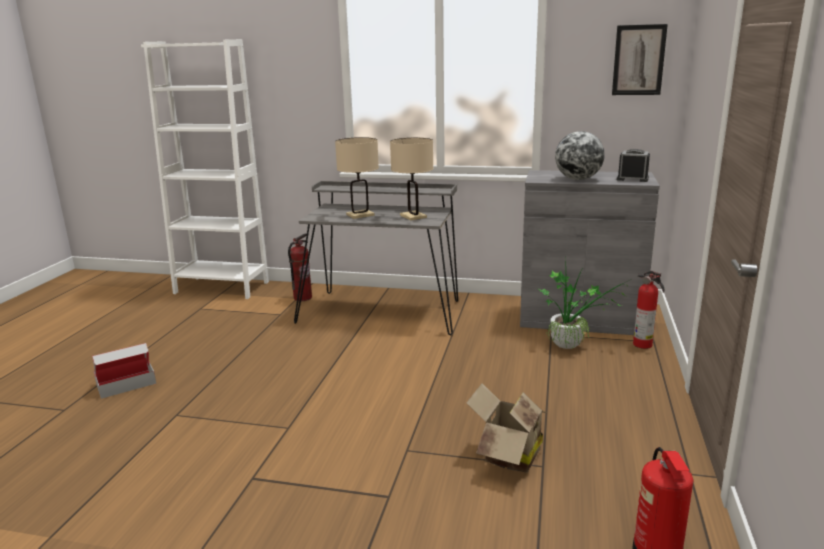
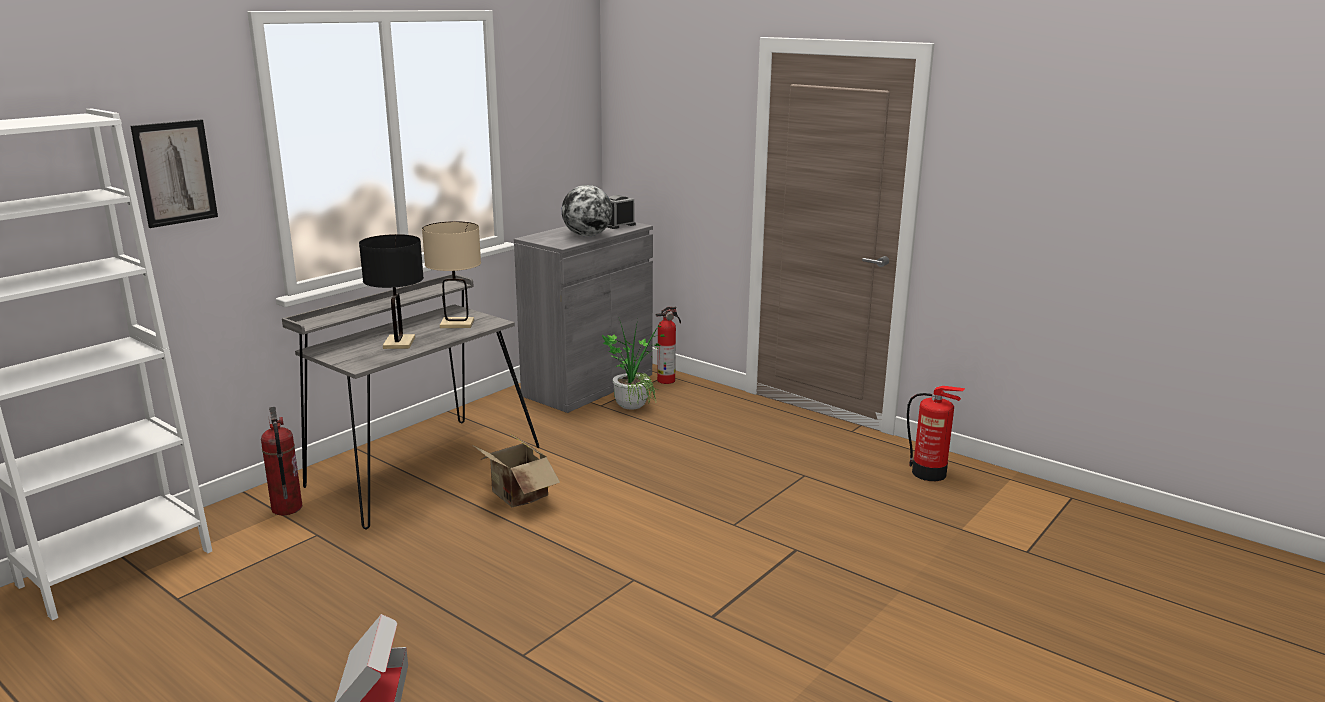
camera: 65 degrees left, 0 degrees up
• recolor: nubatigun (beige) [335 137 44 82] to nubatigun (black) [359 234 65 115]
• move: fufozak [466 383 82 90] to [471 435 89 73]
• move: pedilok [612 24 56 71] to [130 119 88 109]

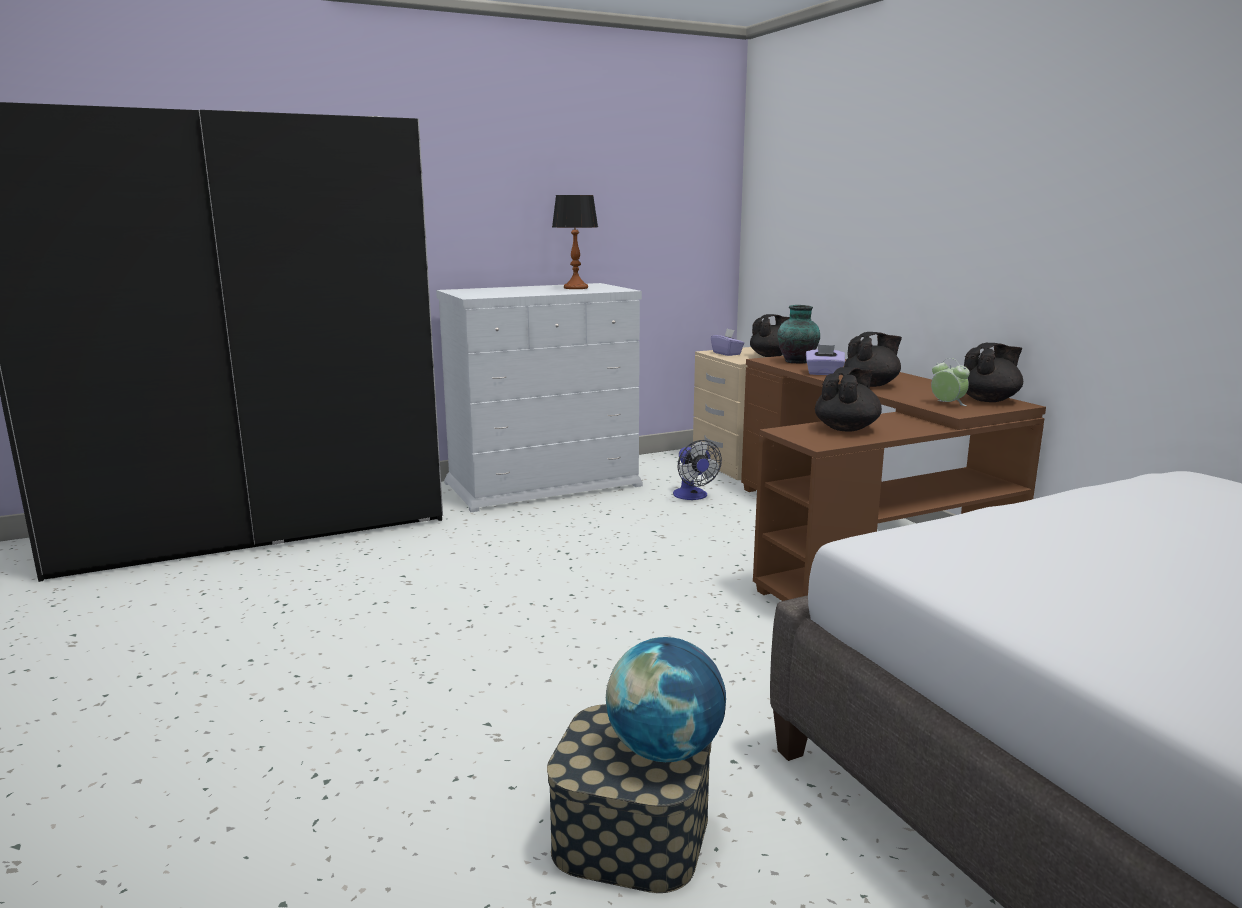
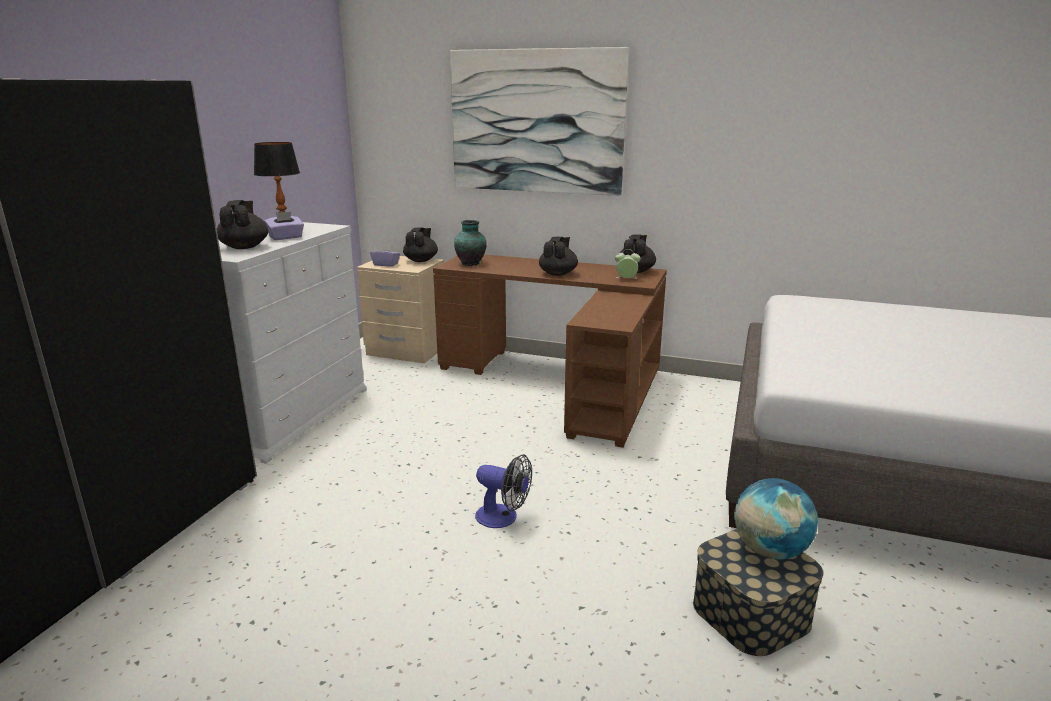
camera: 45 degrees left, 5 degrees up
• move: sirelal [673 440 49 60] to [475 454 57 74]
• move: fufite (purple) [806 344 39 31] to [264 212 40 28]
• move: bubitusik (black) [815 367 67 64] to [217 200 51 49]
• insert: pedilok [450 47 179 149]

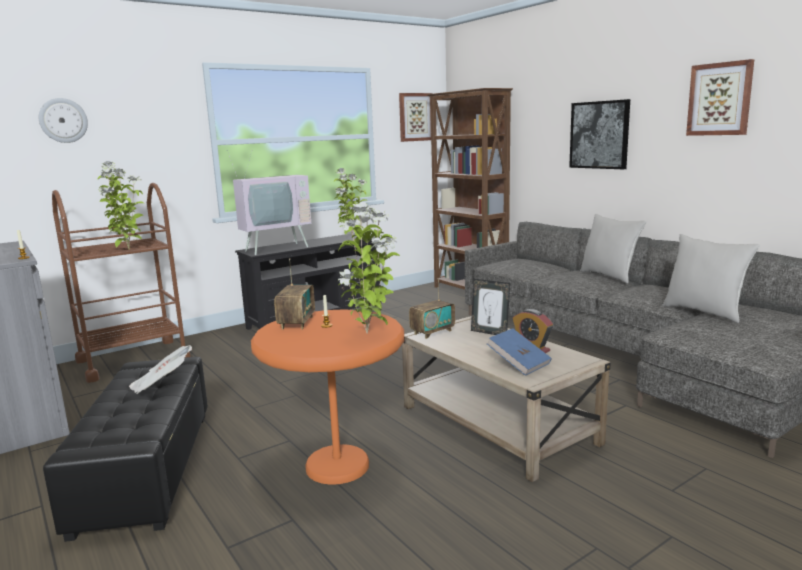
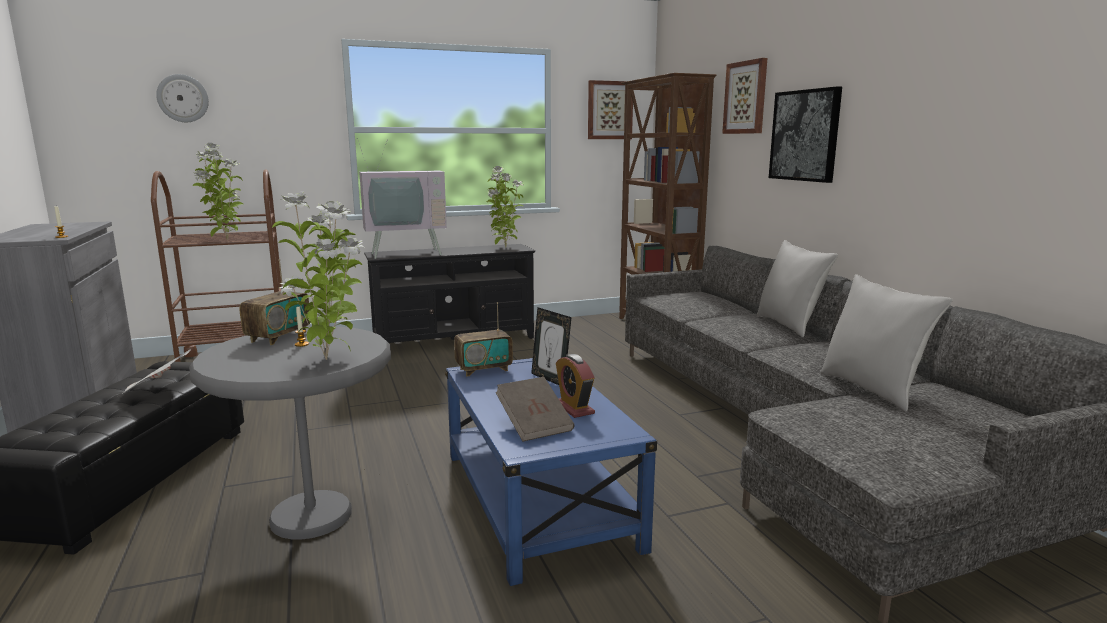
camera: 15 degrees right, 0 degrees up
• recolor: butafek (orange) [251 309 153 176] to butafek (grey) [189 326 202 213]
• recolor: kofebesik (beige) [402 316 209 166] to kofebesik (blue) [445 358 212 228]
• recolor: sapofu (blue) [487 328 65 48] to sapofu (brown) [496 377 78 65]
• move: pedilok [686 59 68 77] to [722 58 45 76]

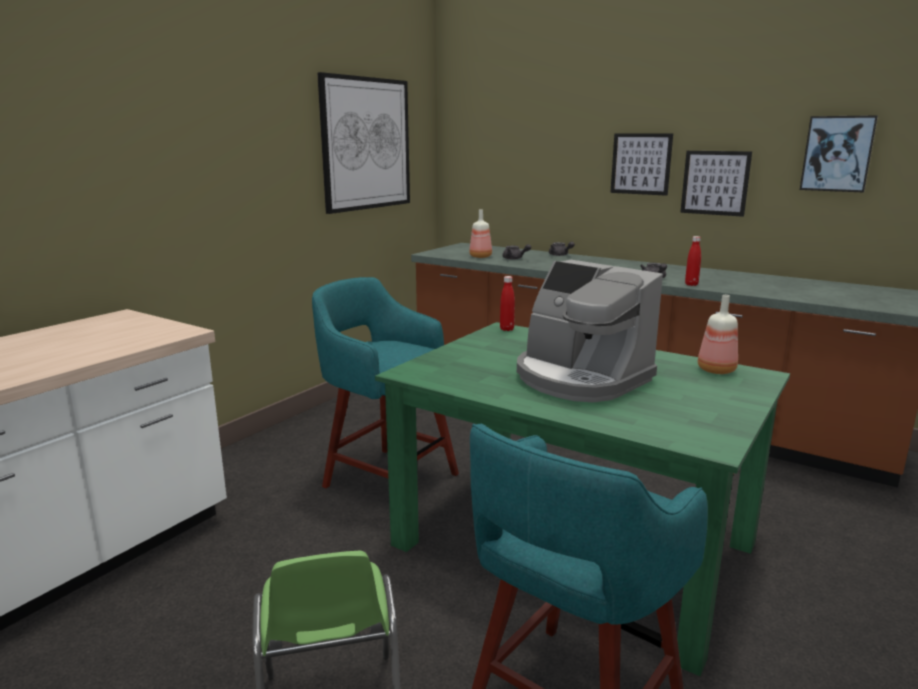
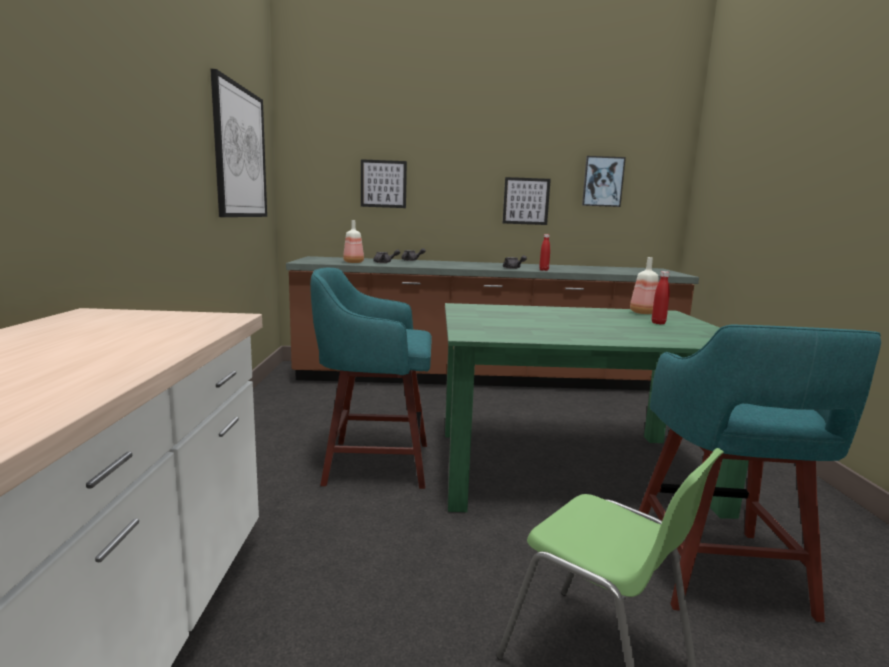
camera: 35 degrees left, 5 degrees down
• move: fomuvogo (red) [500 276 15 55] to [652 271 18 53]
• delete: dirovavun [517 260 146 143]
• move: pedilok [610 133 63 63] to [361 159 46 49]

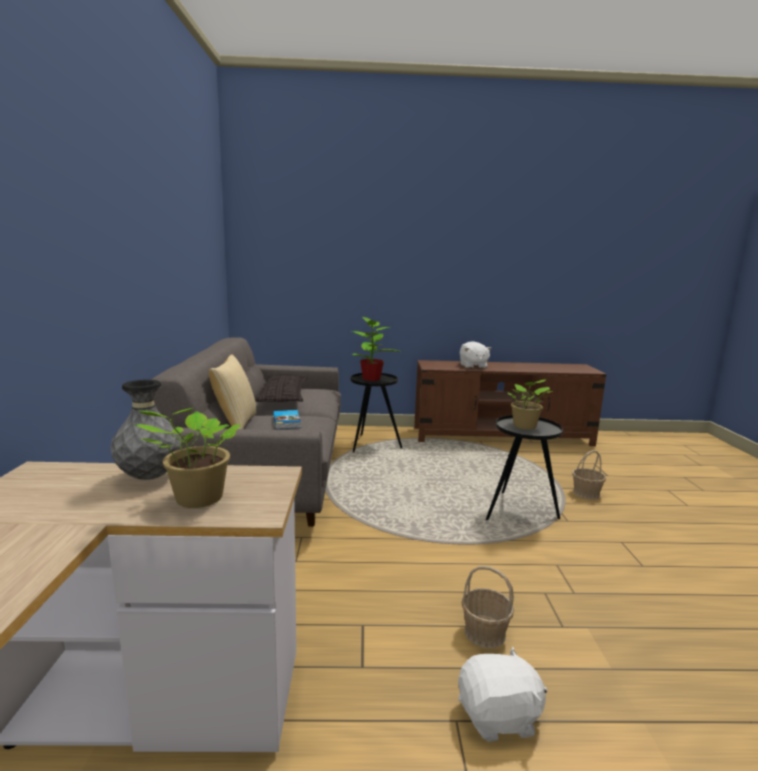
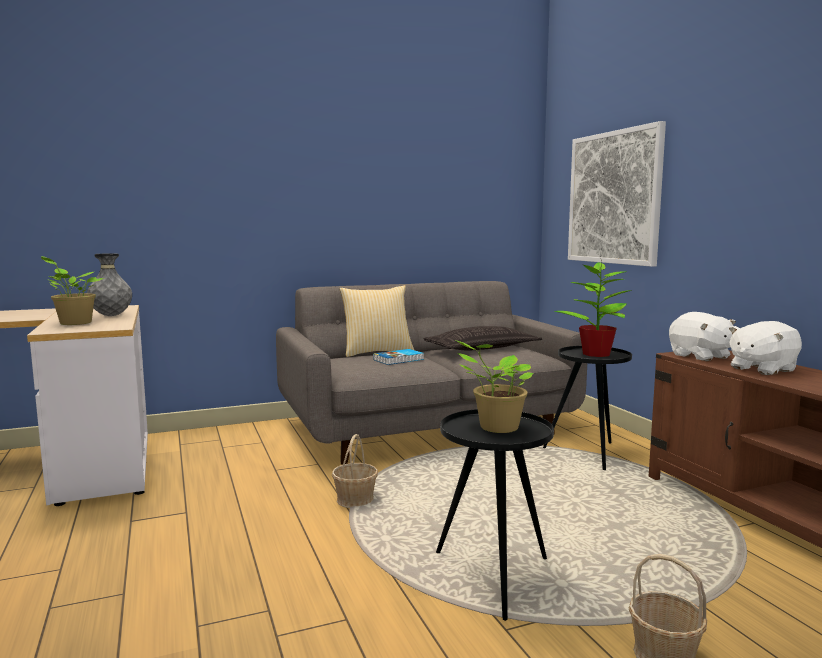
camera: 70 degrees right, 5 degrees down
• move: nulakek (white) [458 647 89 95] to [669 312 67 49]
• move: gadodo [461 566 53 82] to [332 434 46 74]
• insert: pedilok [568 121 98 146]

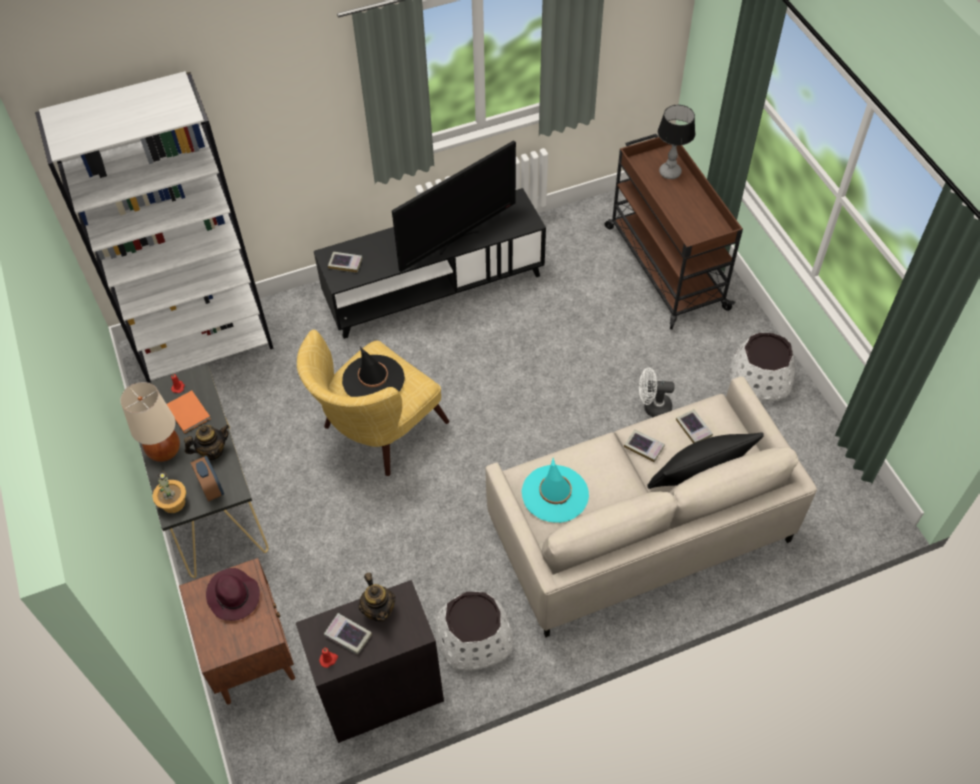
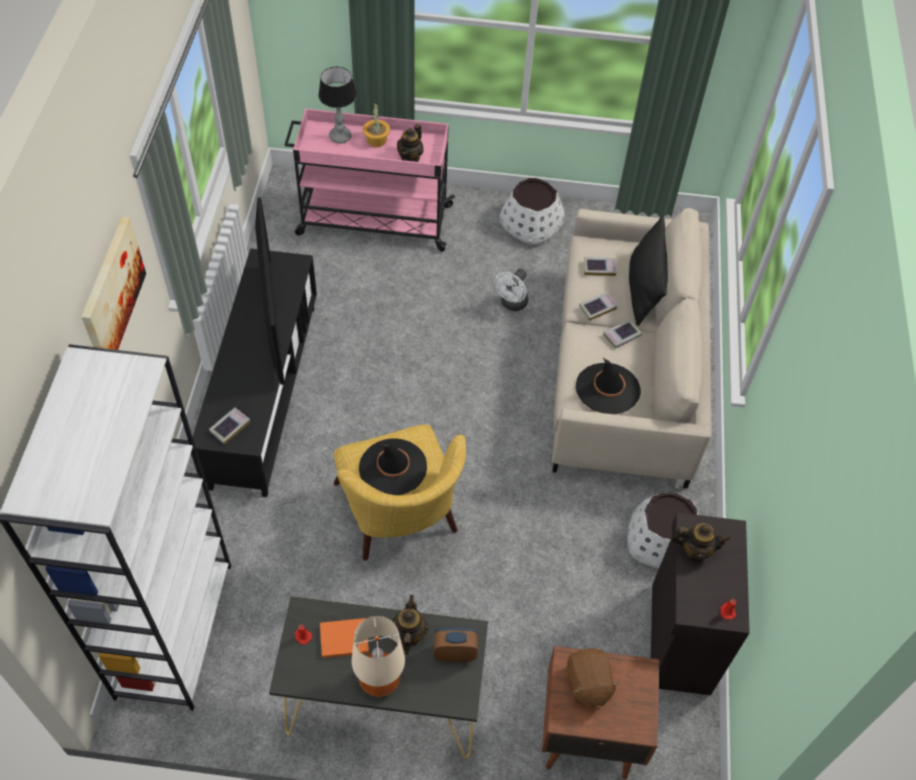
camera: 65 degrees left, 0 degrees up
• move: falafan [152 471 34 42] to [363 103 27 44]
• replace: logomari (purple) [206 568 54 53] to nulakek (brown) [567 648 53 62]
• move: sapofu [324 613 48 42] to [603 320 39 28]
• recolor: logomari (turquoise) [522 458 67 65] to logomari (black) [576 358 65 56]
• recolor: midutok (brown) [604 134 139 196] to midutok (pink) [285 108 170 144]
• insert: pedilok [81 217 65 133]
• insert: bubitusik [397 124 26 38]

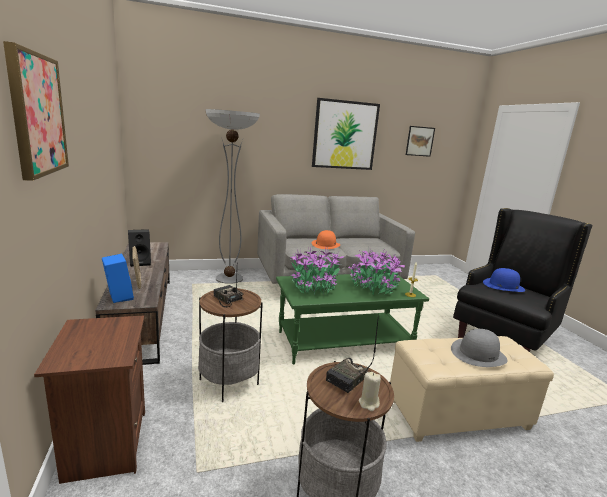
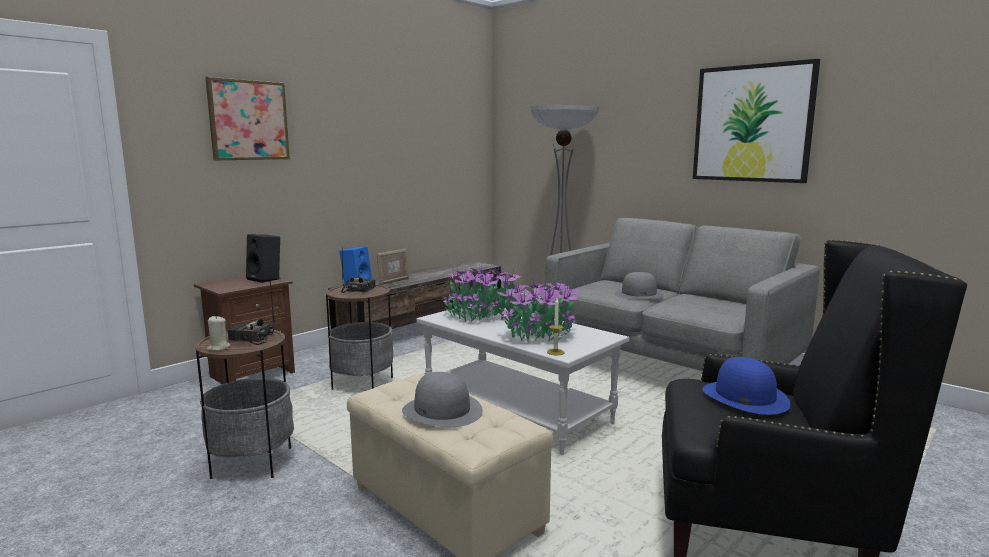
camera: 60 degrees right, 5 degrees down
• move: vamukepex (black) [128 229 23 38] to [246 234 34 49]
• recolor: kofebesik (green) [276 273 153 91] to kofebesik (white) [416 307 213 148]
• recolor: logomari (orange) [312 230 28 19] to logomari (grey) [614 272 50 26]
• delete: pedilok [406 126 29 31]

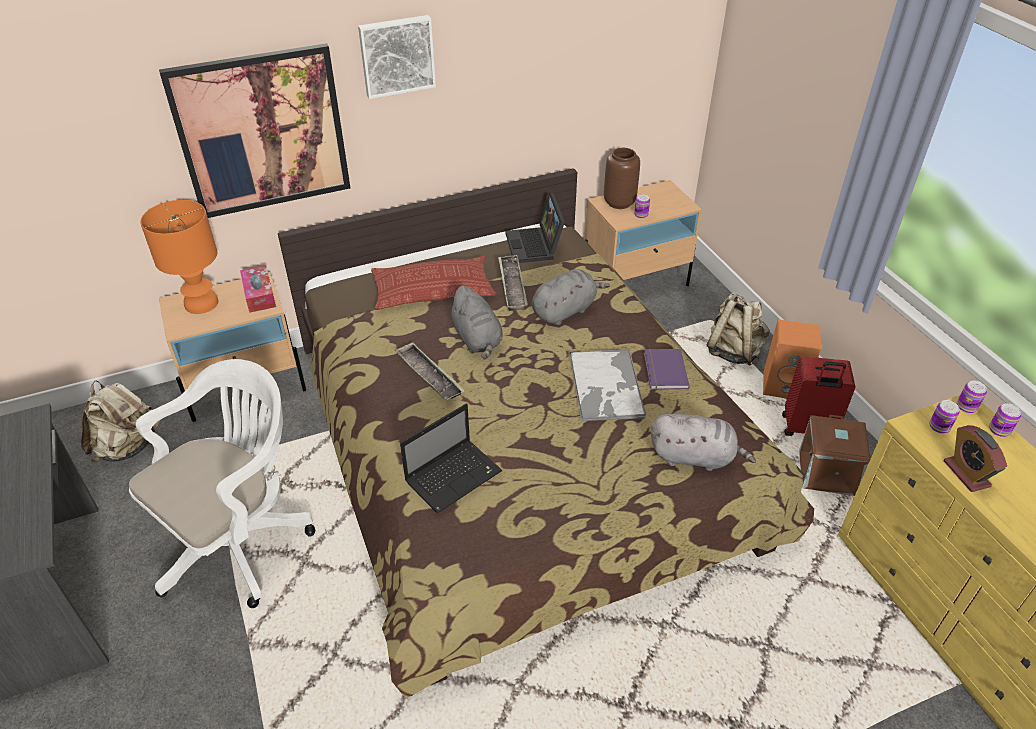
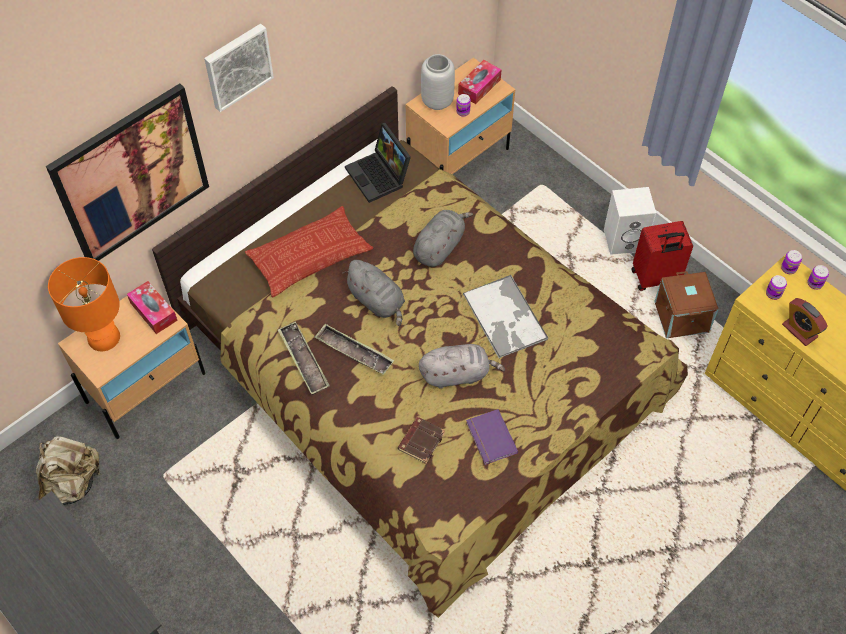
camera: 20 degrees left, 15 degrees up
• delete: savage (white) [129 359 186 249]
• replace: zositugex [400 404 103 109] to sapofu (brown) [398 417 47 47]
• move: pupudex [498 255 30 56] to [278 321 52 74]
• recolor: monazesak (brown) [604 148 36 61] to monazesak (grey) [421 54 34 56]
• move: sapofu (purple) [644 349 46 41] to [466 409 52 56]
• move: nulakek (grey) [651 414 105 57] to [419 344 86 45]
• delete: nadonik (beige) [707 292 63 74]
• recolor: vamukepex (orange) [763 319 58 81] to vamukepex (white) [604 187 52 68]
• insert: fufite [458 60 43 44]

